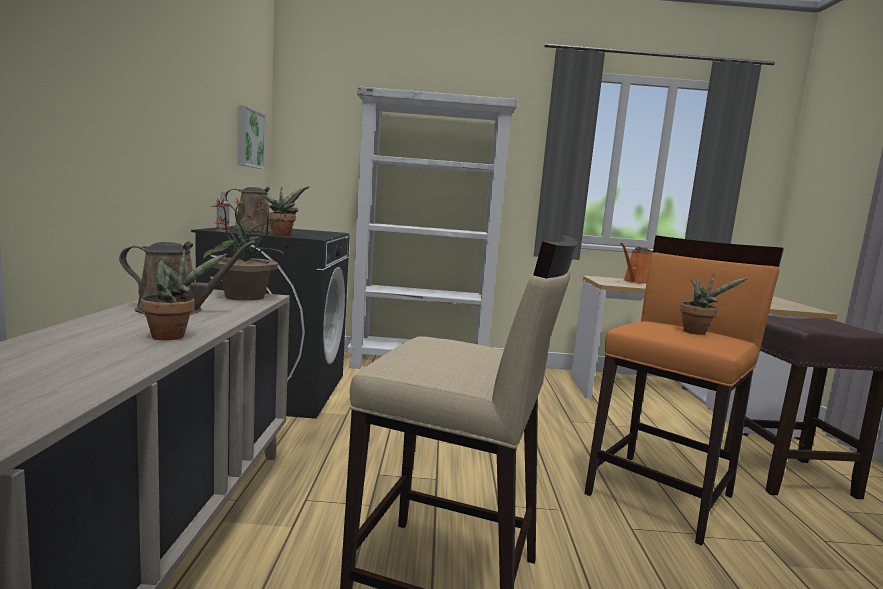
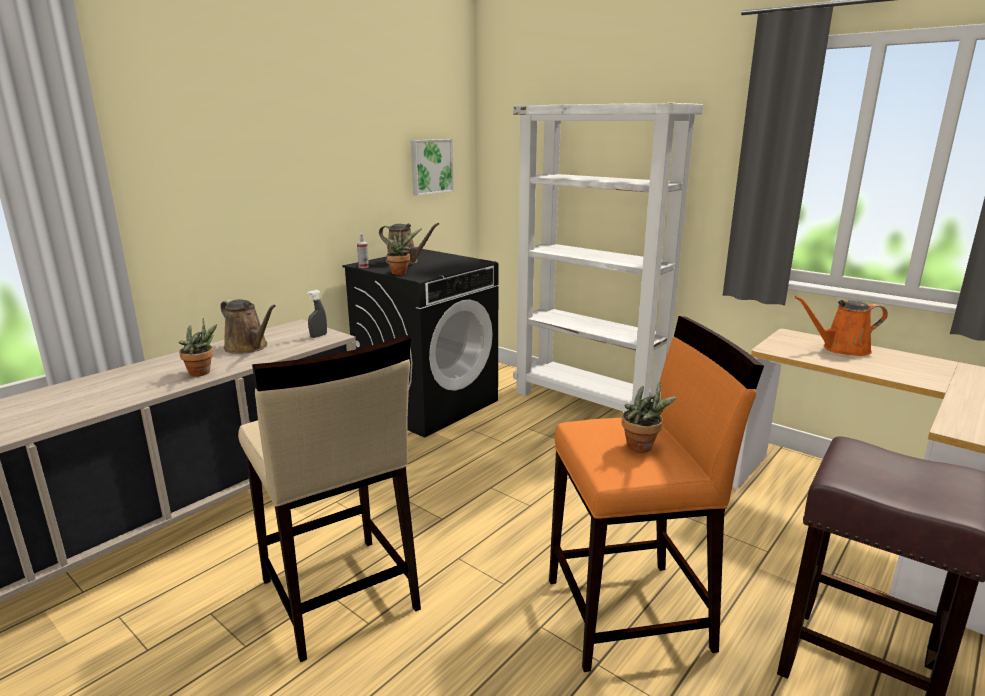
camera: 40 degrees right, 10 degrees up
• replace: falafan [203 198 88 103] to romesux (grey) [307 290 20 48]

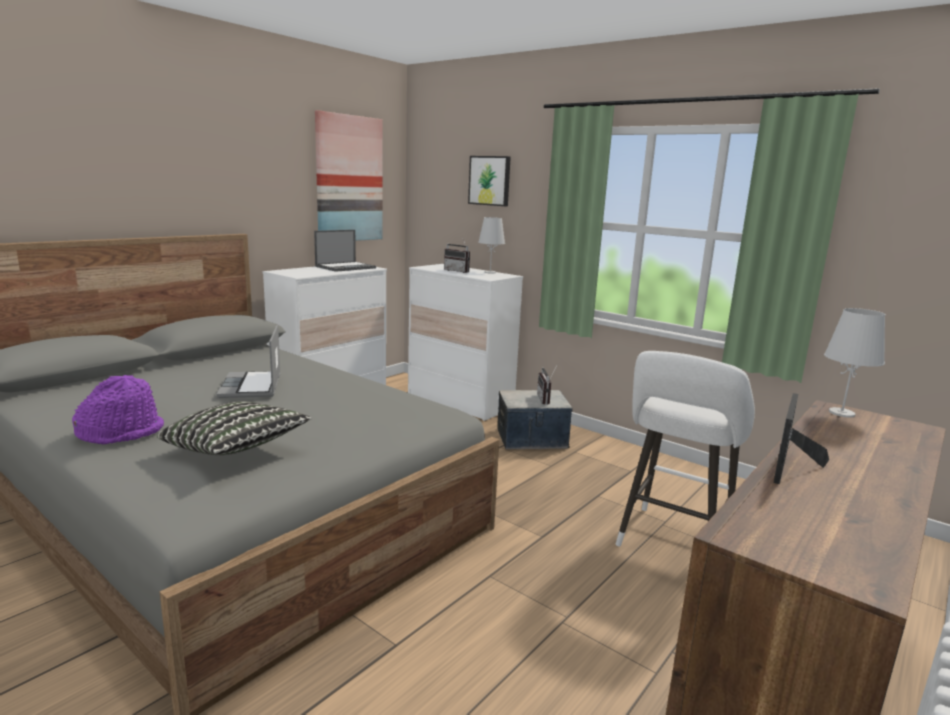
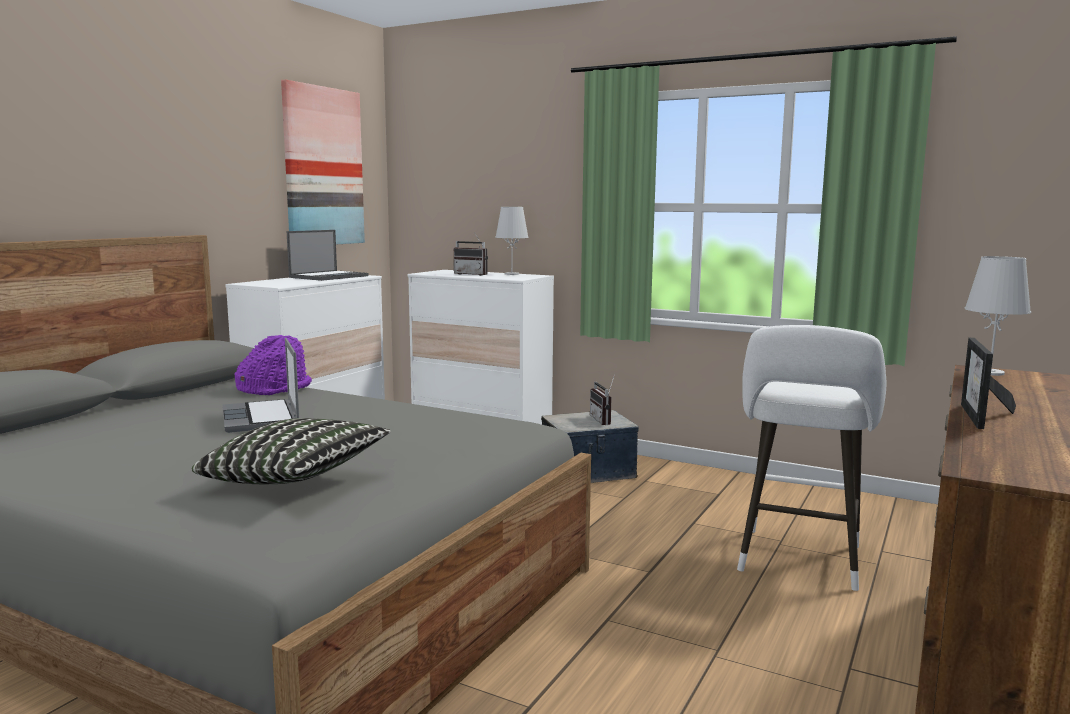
camera: 10 degrees left, 5 degrees down
• move: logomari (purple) [72 375 92 69] to [234 335 78 60]
• delete: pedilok [468 156 43 50]

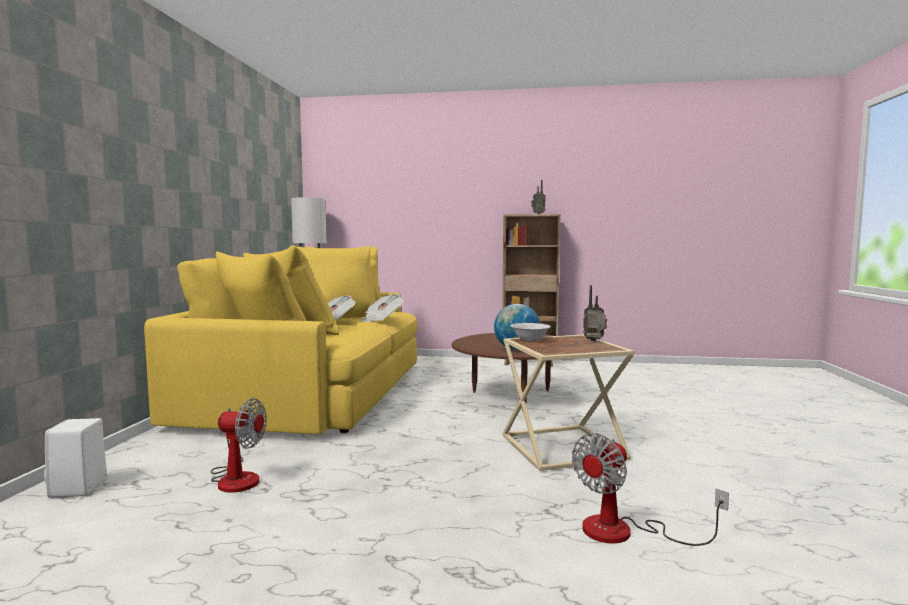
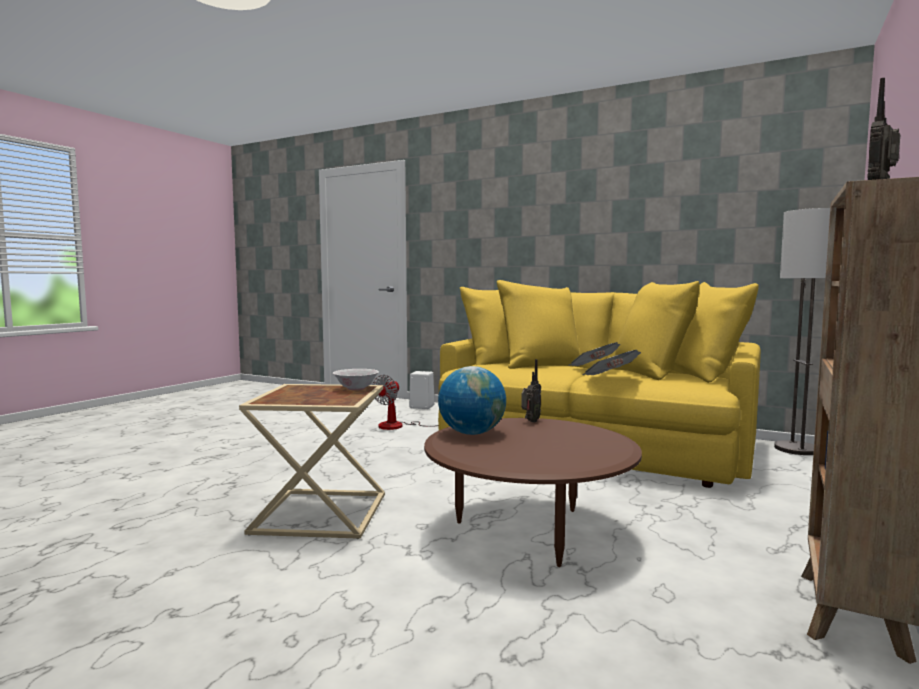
camera: 110 degrees right, 0 degrees up
• delete: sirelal [572 433 157 113]
• move: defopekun [583 285 24 56] to [521 359 20 64]

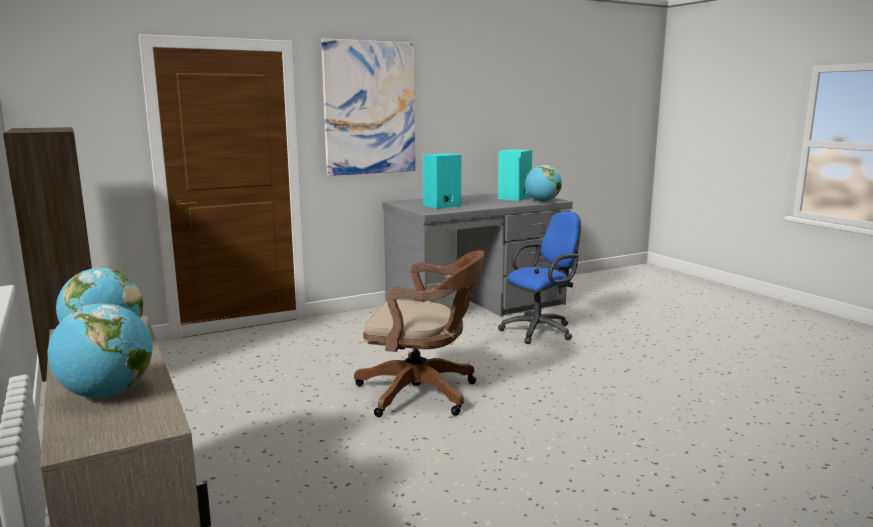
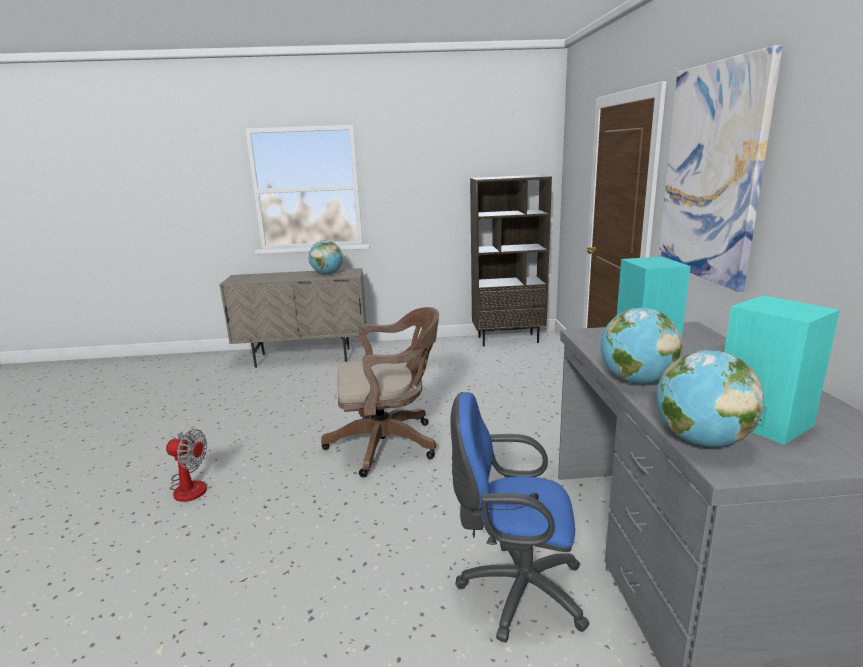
camera: 115 degrees right, 5 degrees up
• move: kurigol [48 303 104 95] to [601 308 81 76]
• rotate: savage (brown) [354 250 131 167] = [321 307 118 171] 135 degrees counterclockwise
• rotate: savage (blue) [498 211 83 133] = [451 392 138 251] 105 degrees clockwise
• insert: sirelal [166 429 41 73]

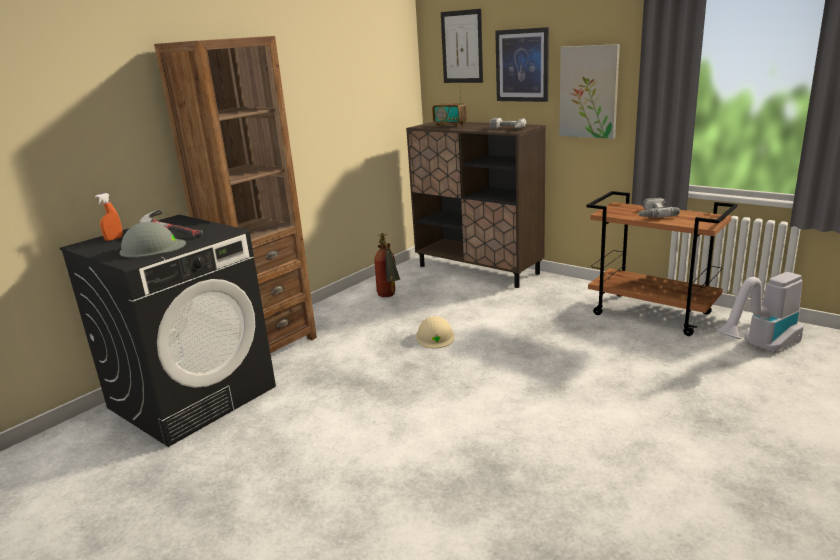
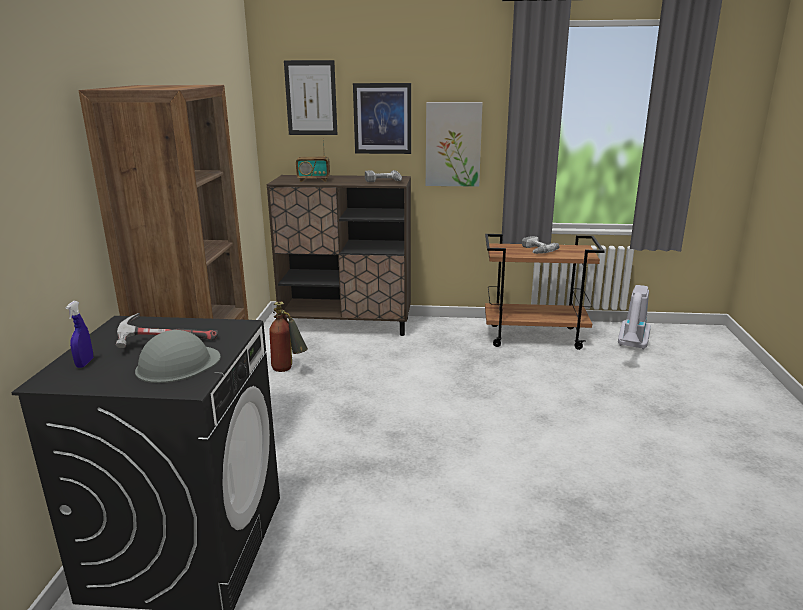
camera: 35 degrees left, 0 degrees up
• recolor: romesux (orange) [95 193 28 48] to romesux (blue) [65 301 28 67]
• delete: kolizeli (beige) [416 316 39 32]

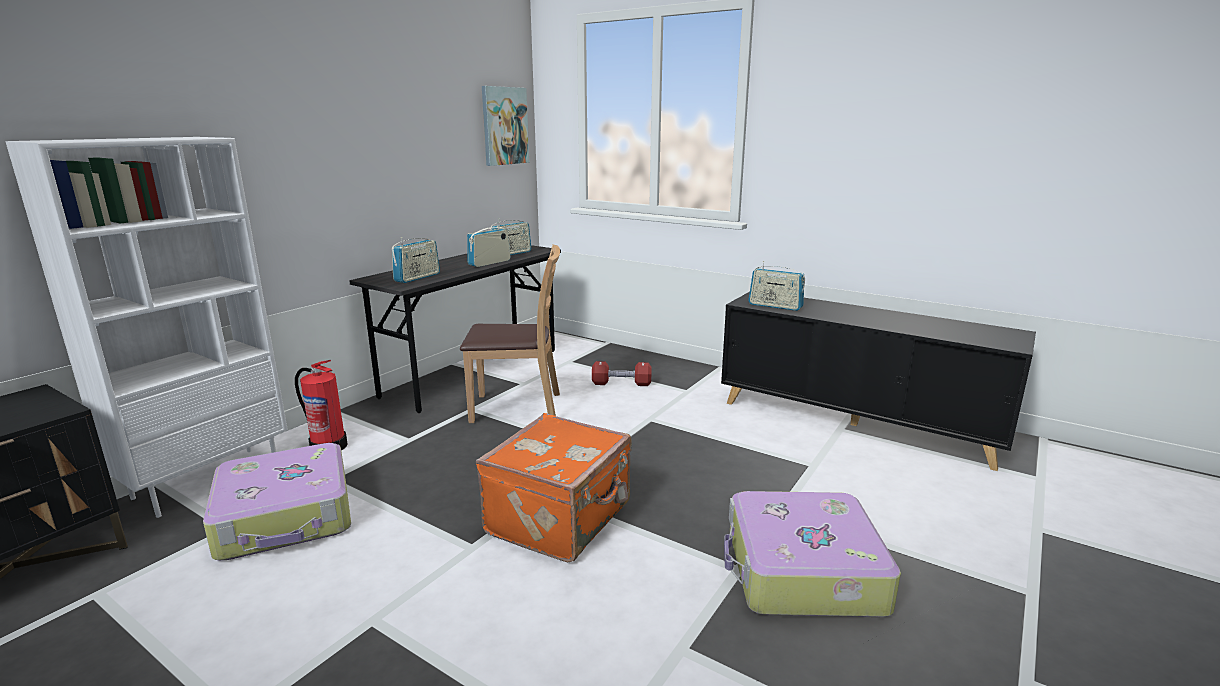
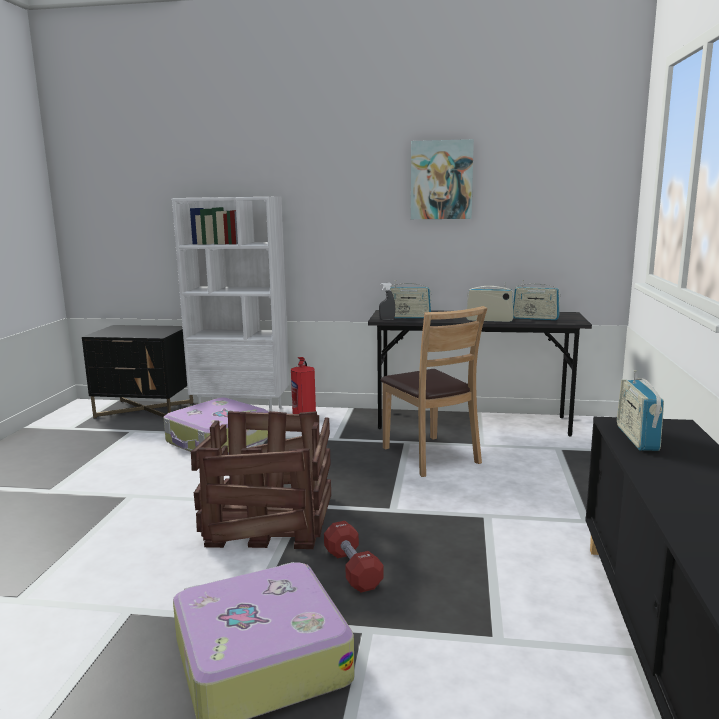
camera: 65 degrees right, 5 degrees down
• replace: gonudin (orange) [476 413 156 150] to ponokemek [191 411 140 138]
• move: pedilok [482 86 47 80] to [411 139 63 80]
• move: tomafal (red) [592 361 60 25] to [324 521 60 72]
• insert: romesux (grey) [379 283 16 37]

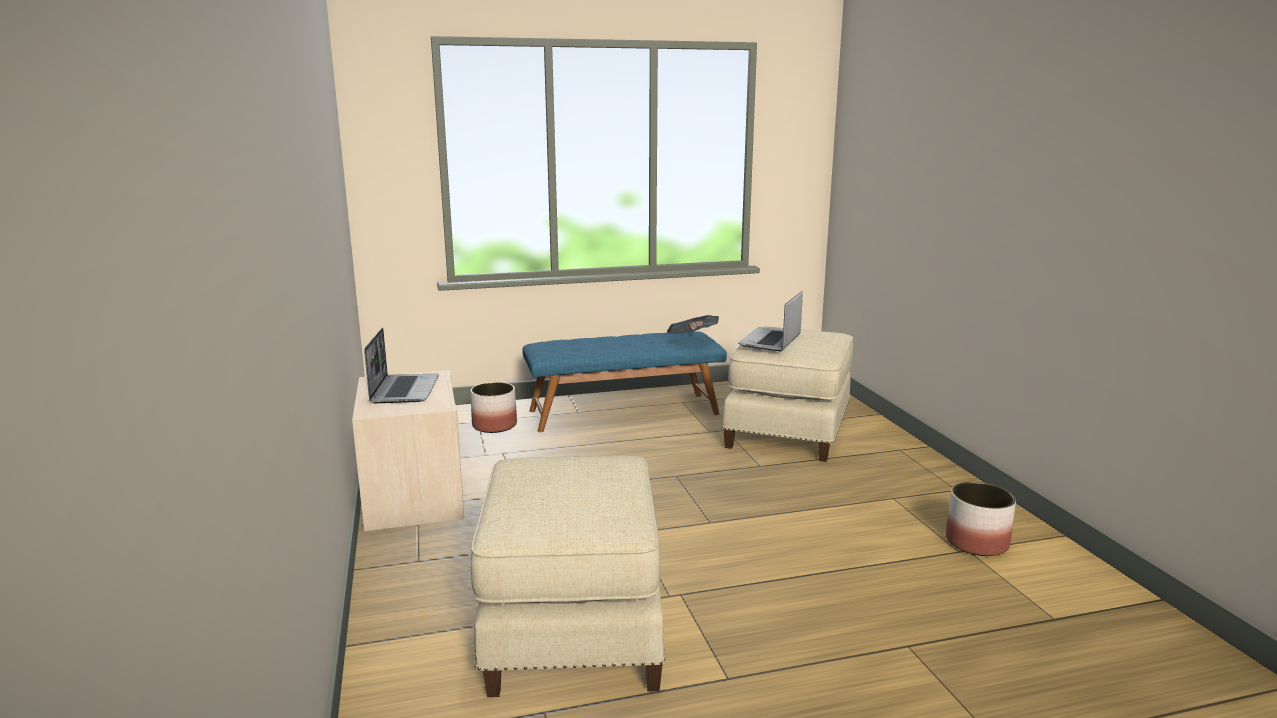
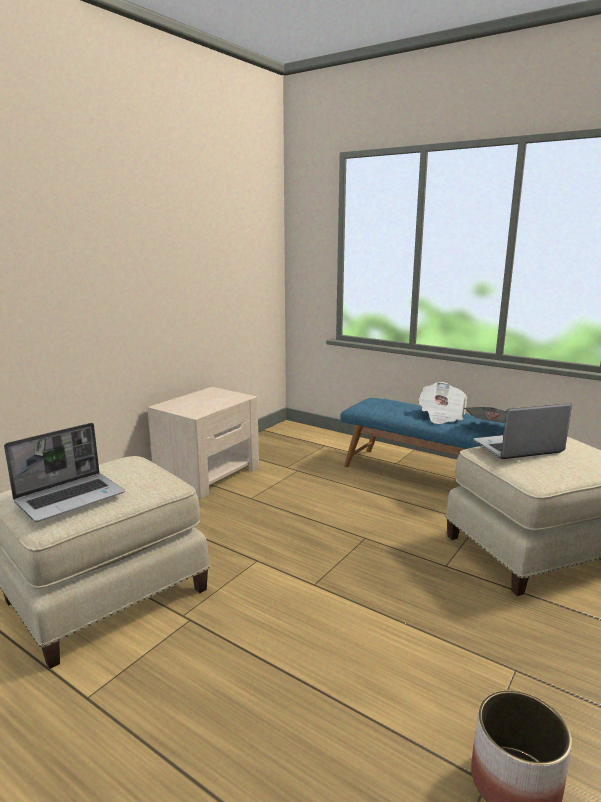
camera: 50 degrees right, 0 degrees up
• move: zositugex [364 328 75 75] to [4 423 121 99]
• delete: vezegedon [470 382 47 51]
• insert: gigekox [418 382 50 42]

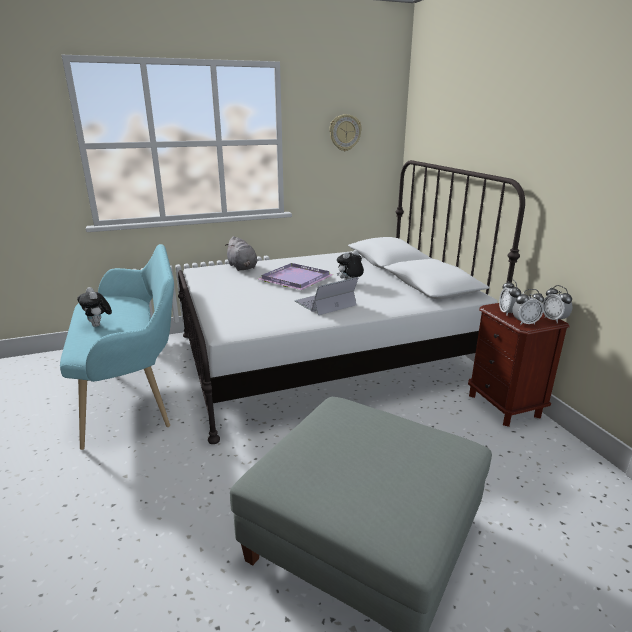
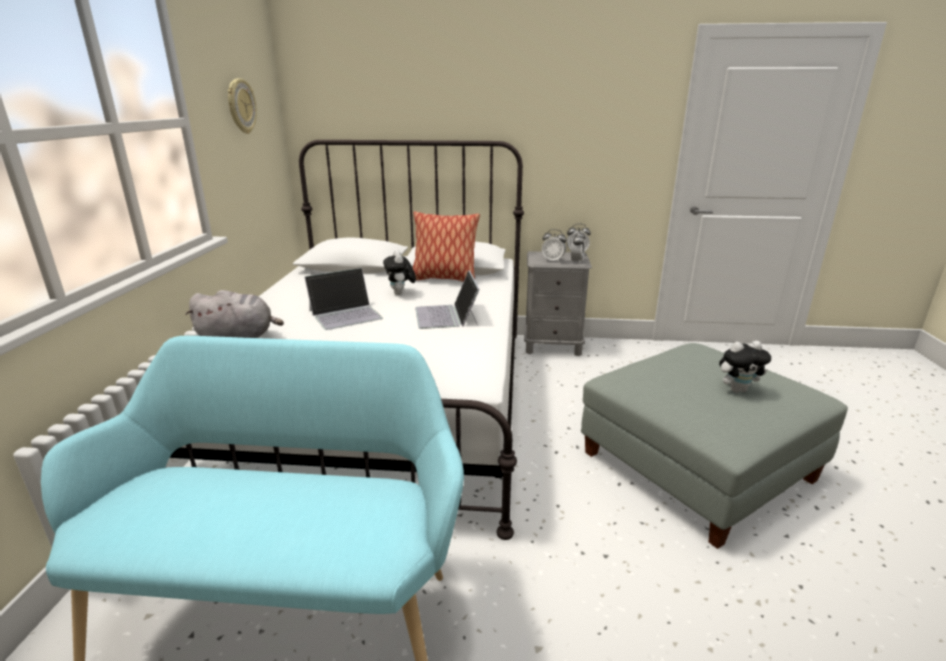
camera: 65 degrees left, 0 degrees up
• move: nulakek [77 287 35 40] to [719 341 52 52]
• replace: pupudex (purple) [258 263 76 27] to zositugex [305 268 78 62]
• recolor: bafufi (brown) [468 303 102 124] to bafufi (grey) [524 251 68 105]
• insert: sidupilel [413 211 67 71]

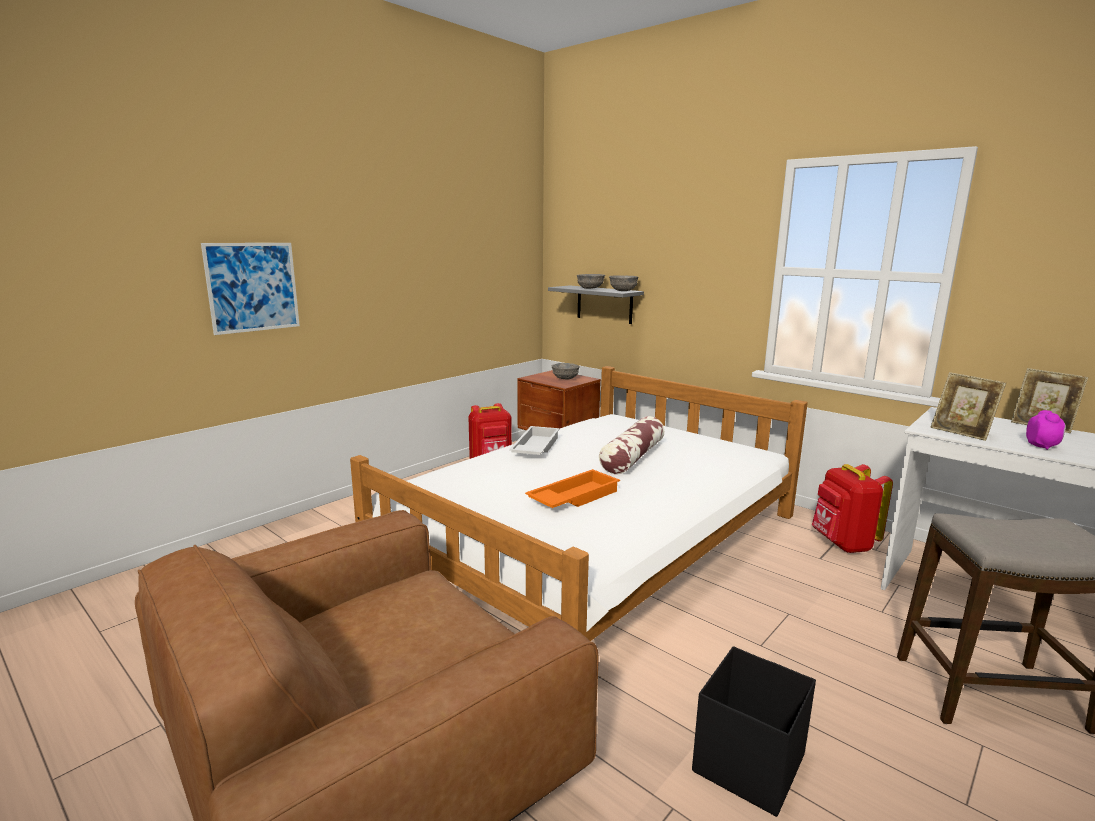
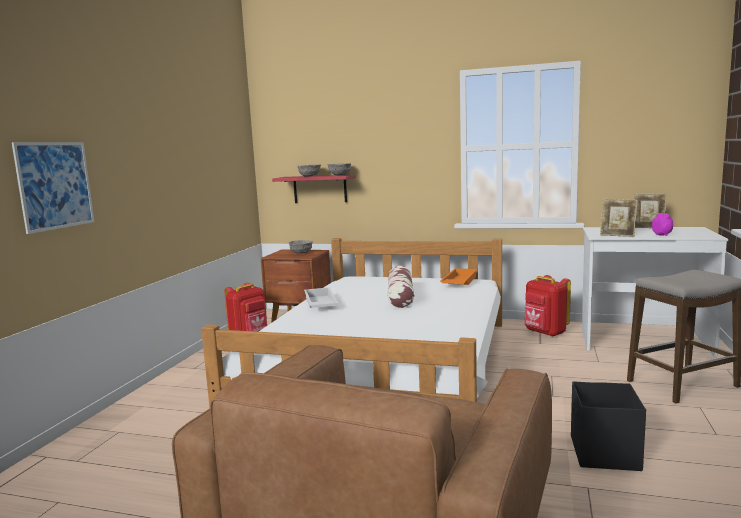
camera: 25 degrees left, 5 degrees down
• move: pupudex (orange) [525 469 95 39] to [440 268 37 17]
• recolor: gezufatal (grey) [548 286 96 38] to gezufatal (red) [272 175 84 28]

